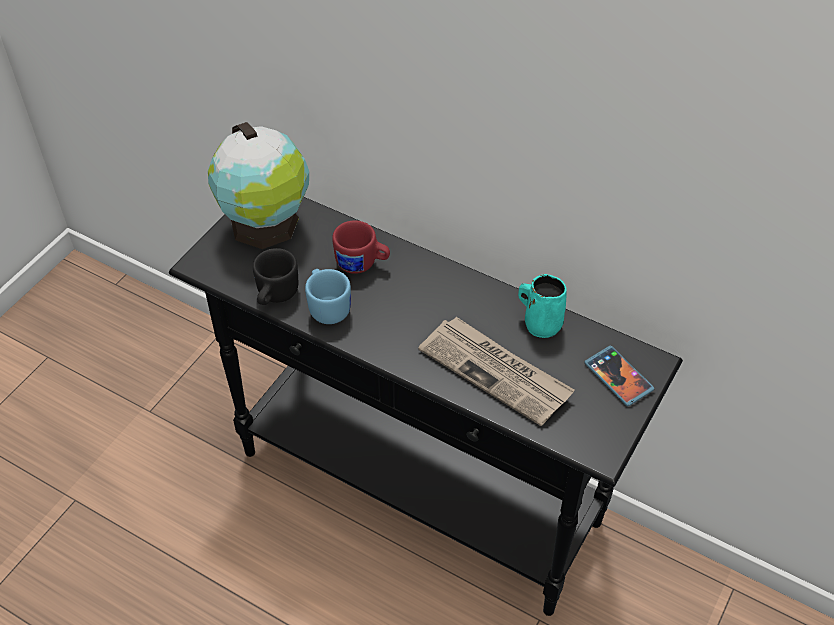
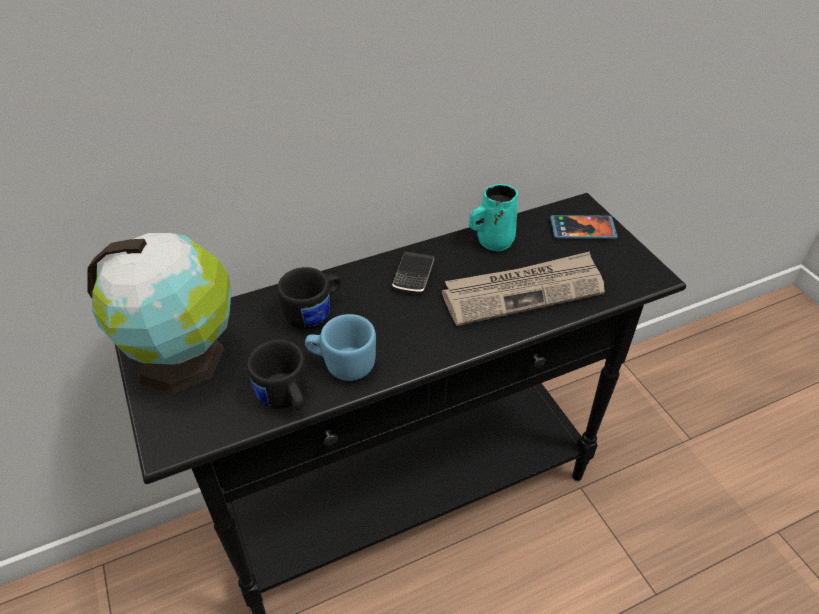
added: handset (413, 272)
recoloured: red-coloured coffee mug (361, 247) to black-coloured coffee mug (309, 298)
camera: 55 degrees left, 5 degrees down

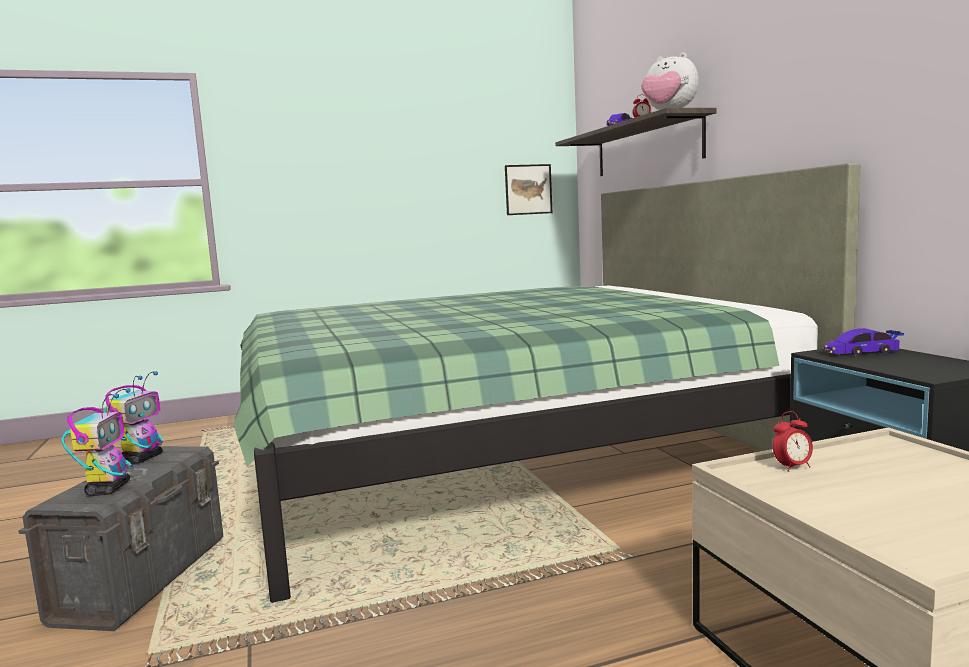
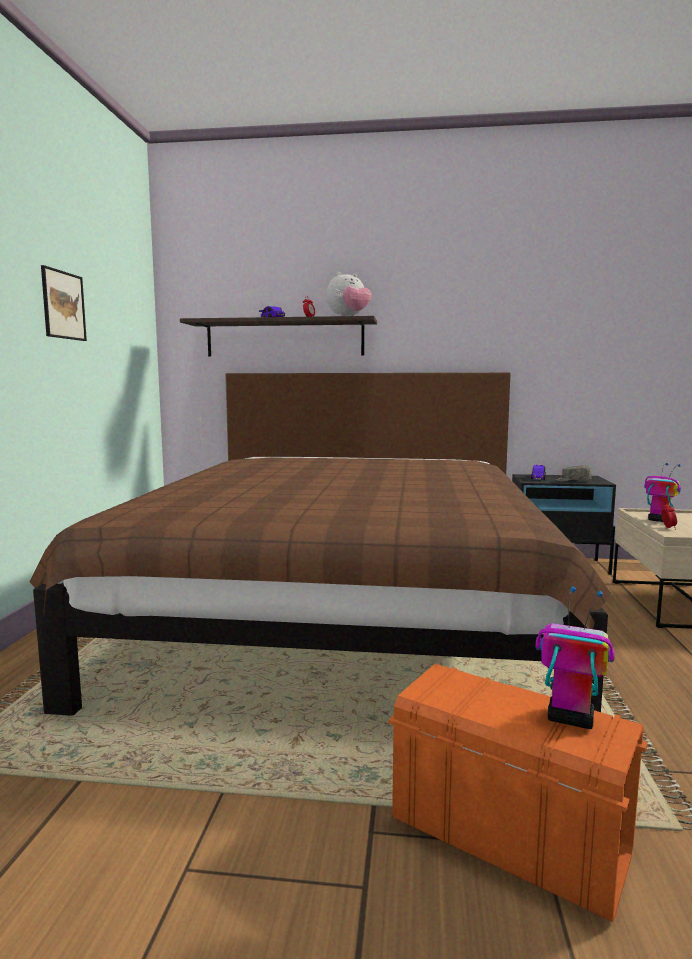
added: greyish baseball cap (573, 473)
moved: picture (528, 189) to (64, 303); robot figure (133, 417) to (662, 492)
recoloured: green-coloured bed (547, 383) to brownish bed (320, 544); greyish storage box (121, 538) to orangey storage box (518, 793)
camera: 65 degrees left, 0 degrees up

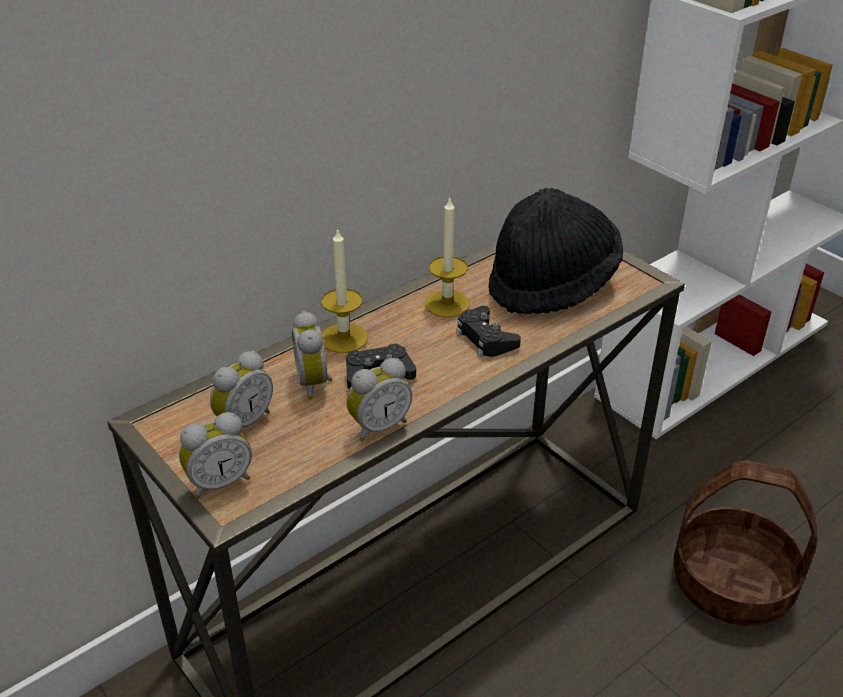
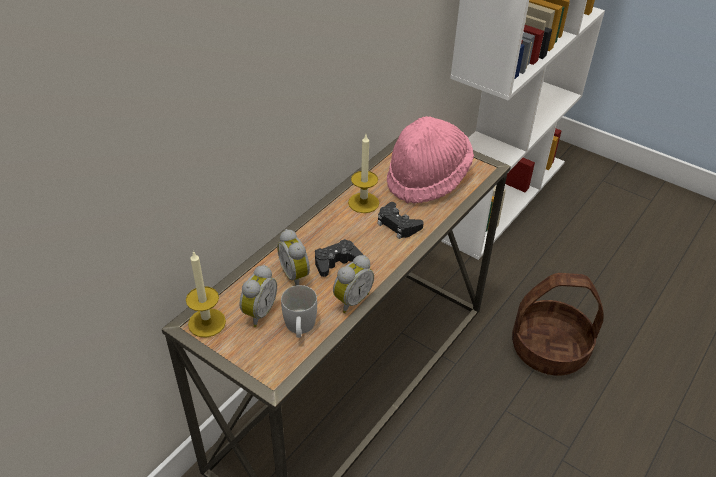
removed: alarm clock (215, 455)
added: whitish coffee mug (299, 311)
moved: wax candle (344, 290) to (206, 294)
recoloured: black-coloured hat (556, 251) to pink hat (430, 160)
camera: 15 degrees left, 5 degrees up

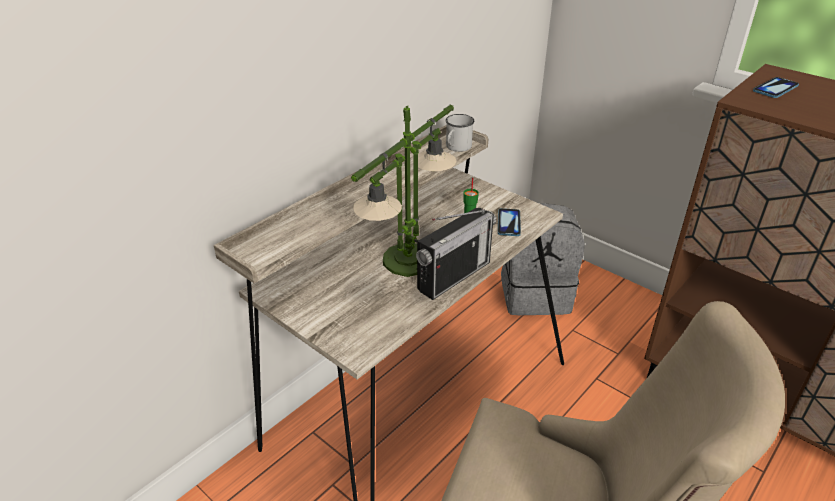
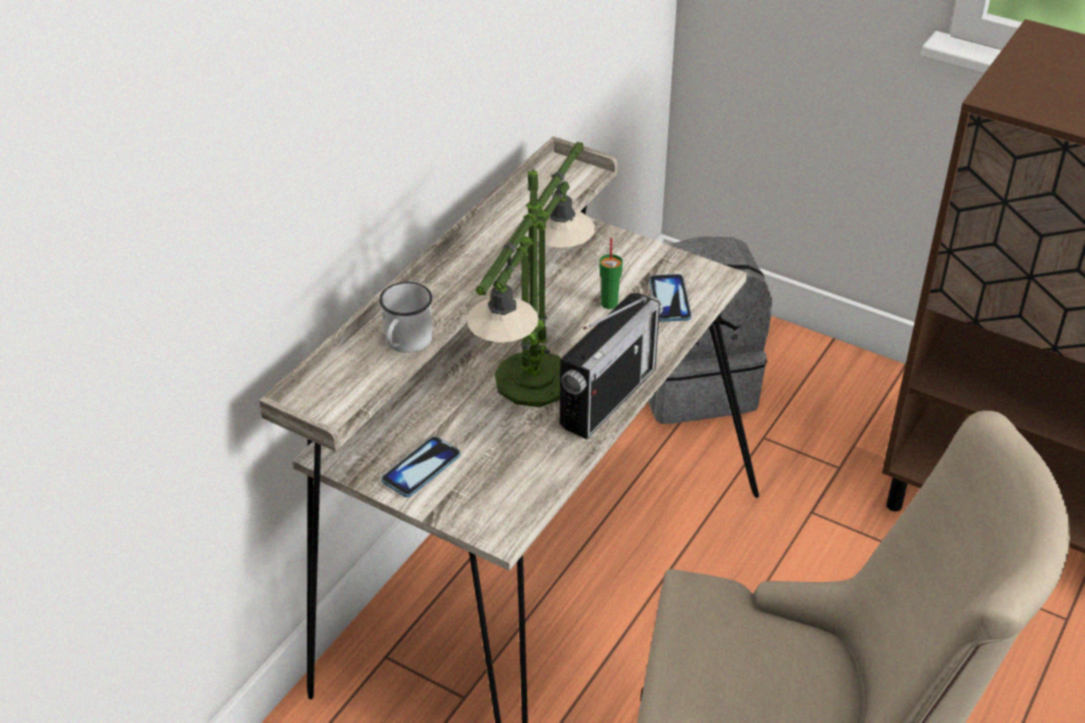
moved: whitish coffee mug (460, 133) to (406, 317); handset (776, 87) to (421, 466)
camera: 10 degrees left, 5 degrees up

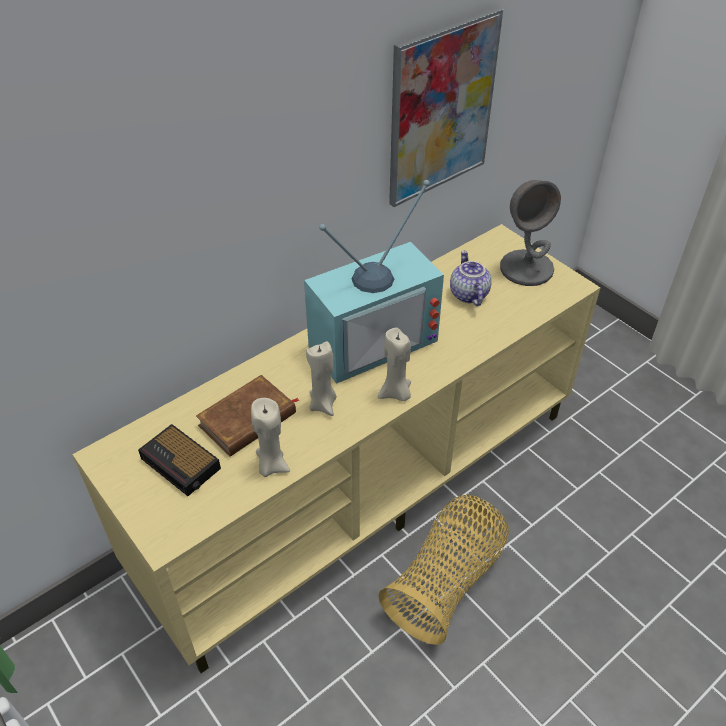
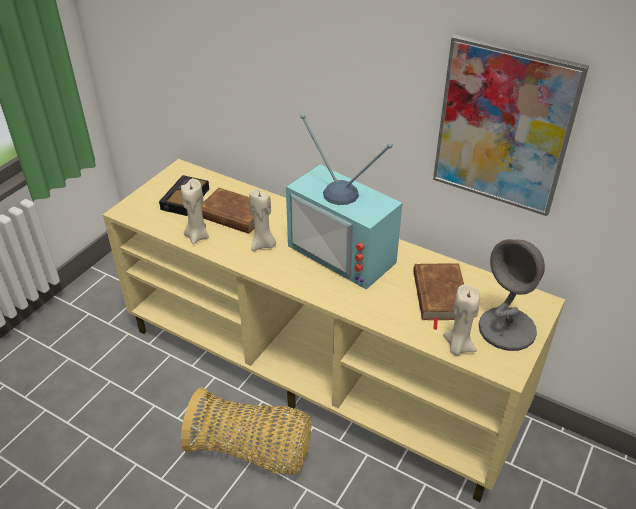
moved: beige-coloured wax candle (394, 364) to (461, 320)
replaced: tea pot (471, 278) to brownish bound book (438, 296)
camera: 70 degrees right, 5 degrees down

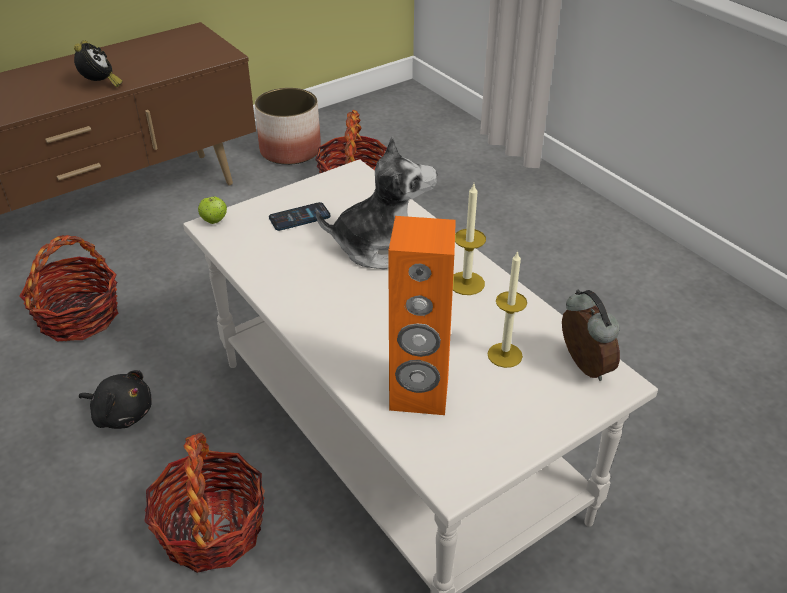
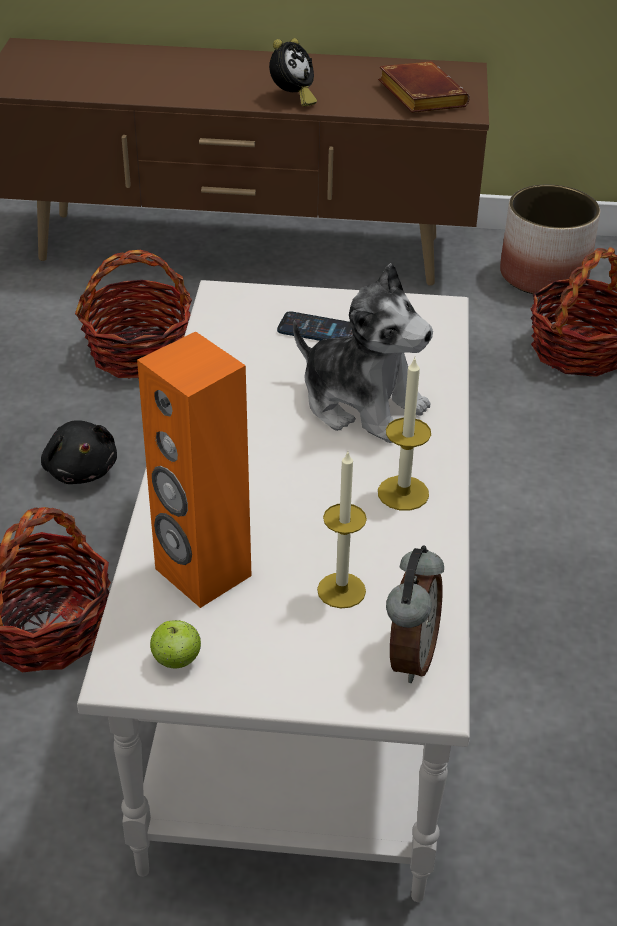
added: brownish bound book (424, 87)
moved: whole apple (212, 210) to (175, 644)
camera: 40 degrees right, 0 degrees up

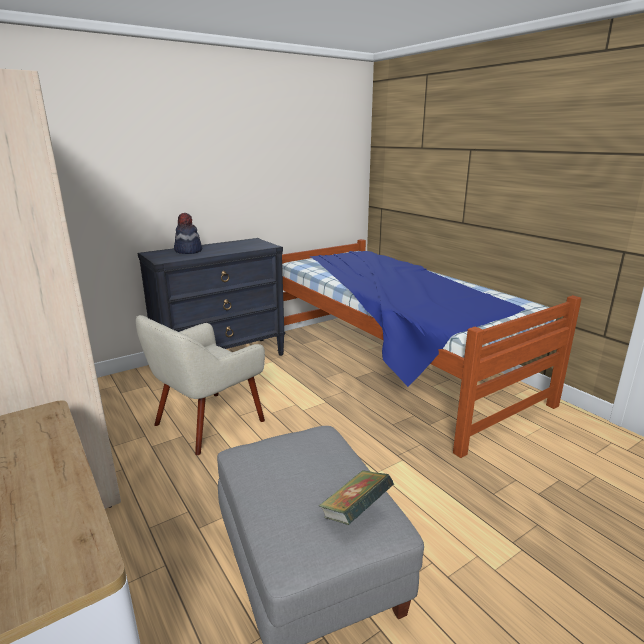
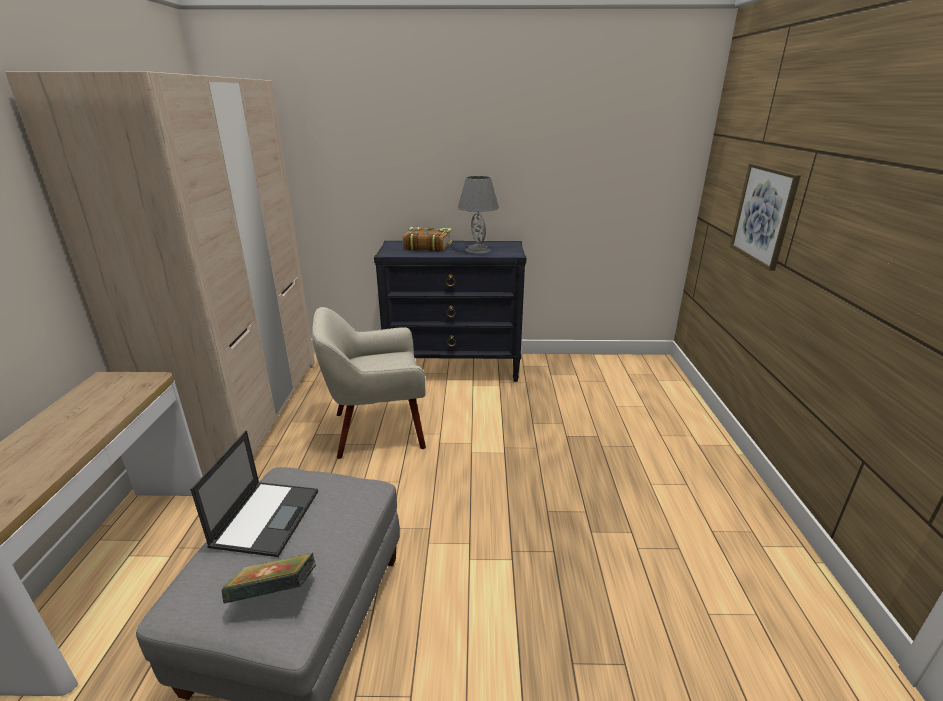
removed: bed (432, 348)
added: notebook computer (254, 493); greyish table lamp (478, 215); picture (765, 217)
replaced: hat (188, 233) to bound book (427, 239)
camera: 35 degrees right, 5 degrees up

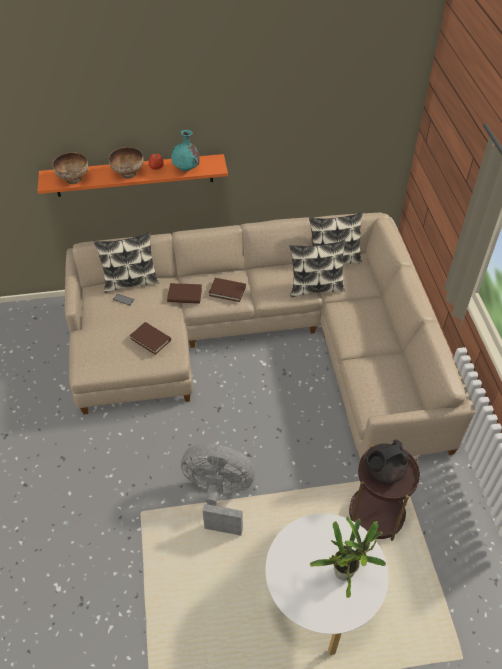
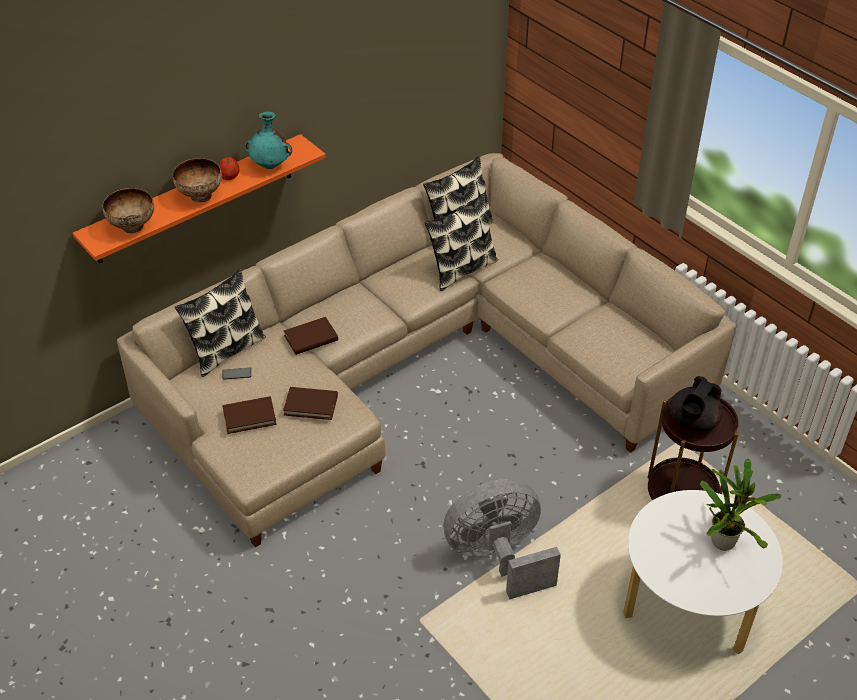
moved: brownish bound book (227, 290) to (249, 415)
camera: 30 degrees left, 5 degrees down

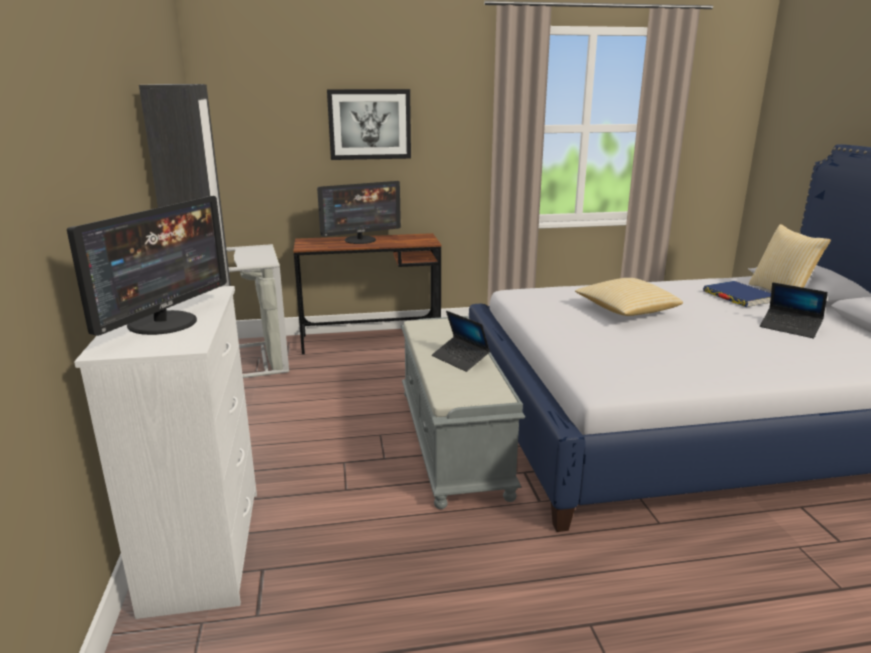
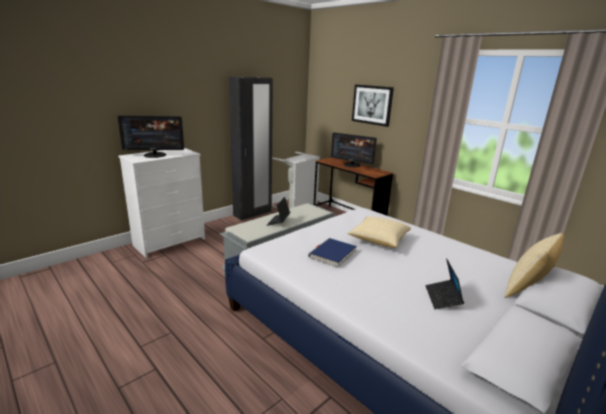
moved: blue-coloured bound book (737, 294) to (332, 253)
camera: 55 degrees right, 0 degrees up

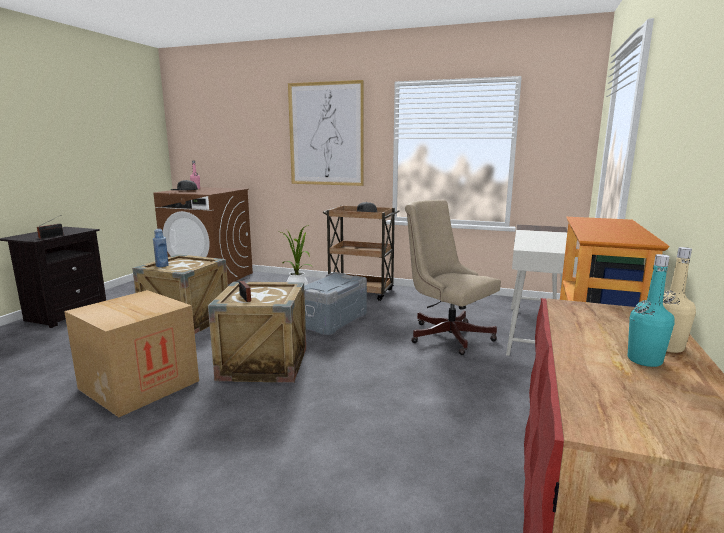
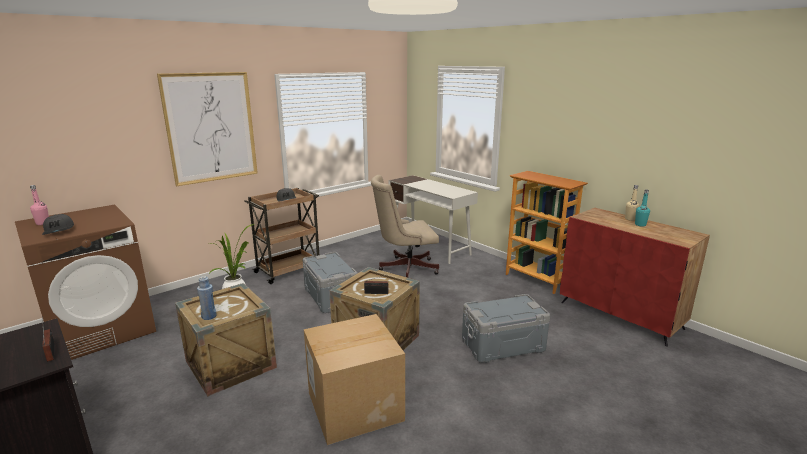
added: greyish storage box (506, 328)
camera: 60 degrees left, 5 degrees up

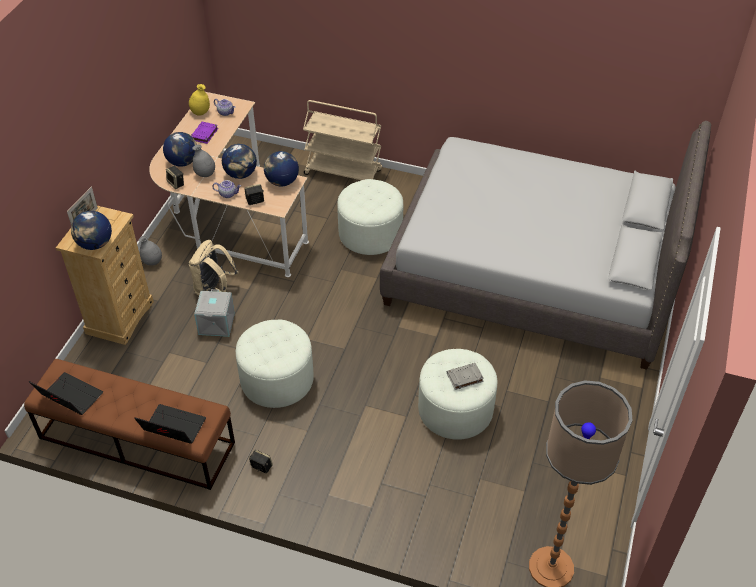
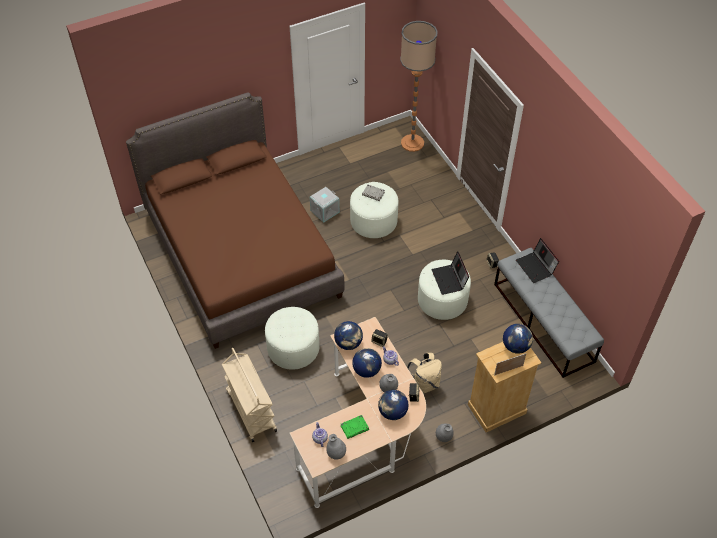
moved: greyish storage box (214, 313) to (325, 205); notebook computer (66, 393) to (450, 273)
recoloured: greyish bed (545, 245) to brownish bed (235, 220); yellowish flower vase (199, 99) to greyish flower vase (336, 447); purple-coloured bound book (204, 132) to green-coloured bound book (355, 427); brownish bench (129, 424) to greyish bench (549, 313)
camera: 135 degrees left, 5 degrees up

